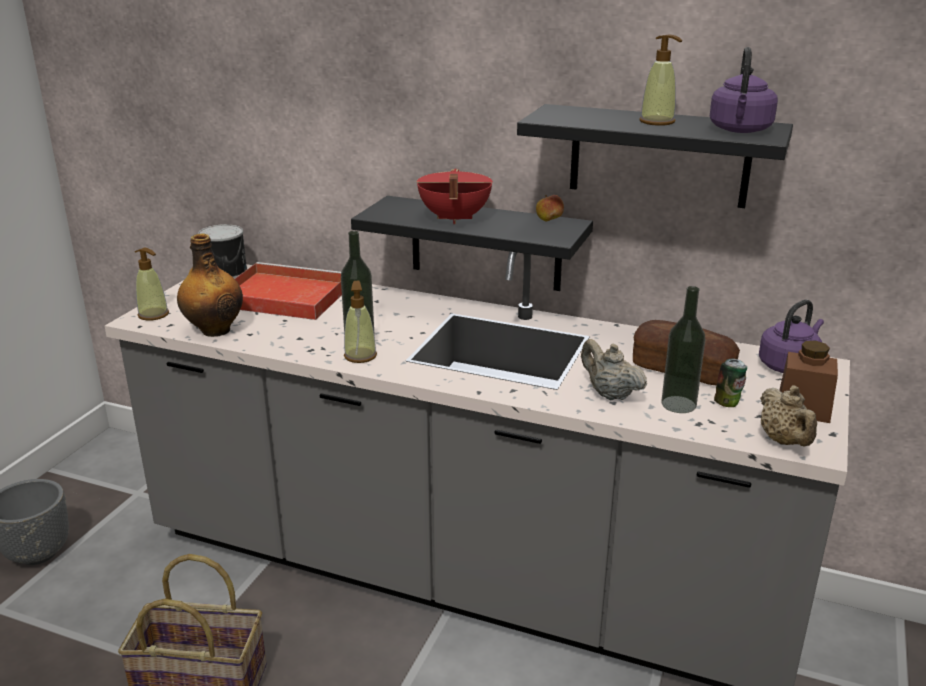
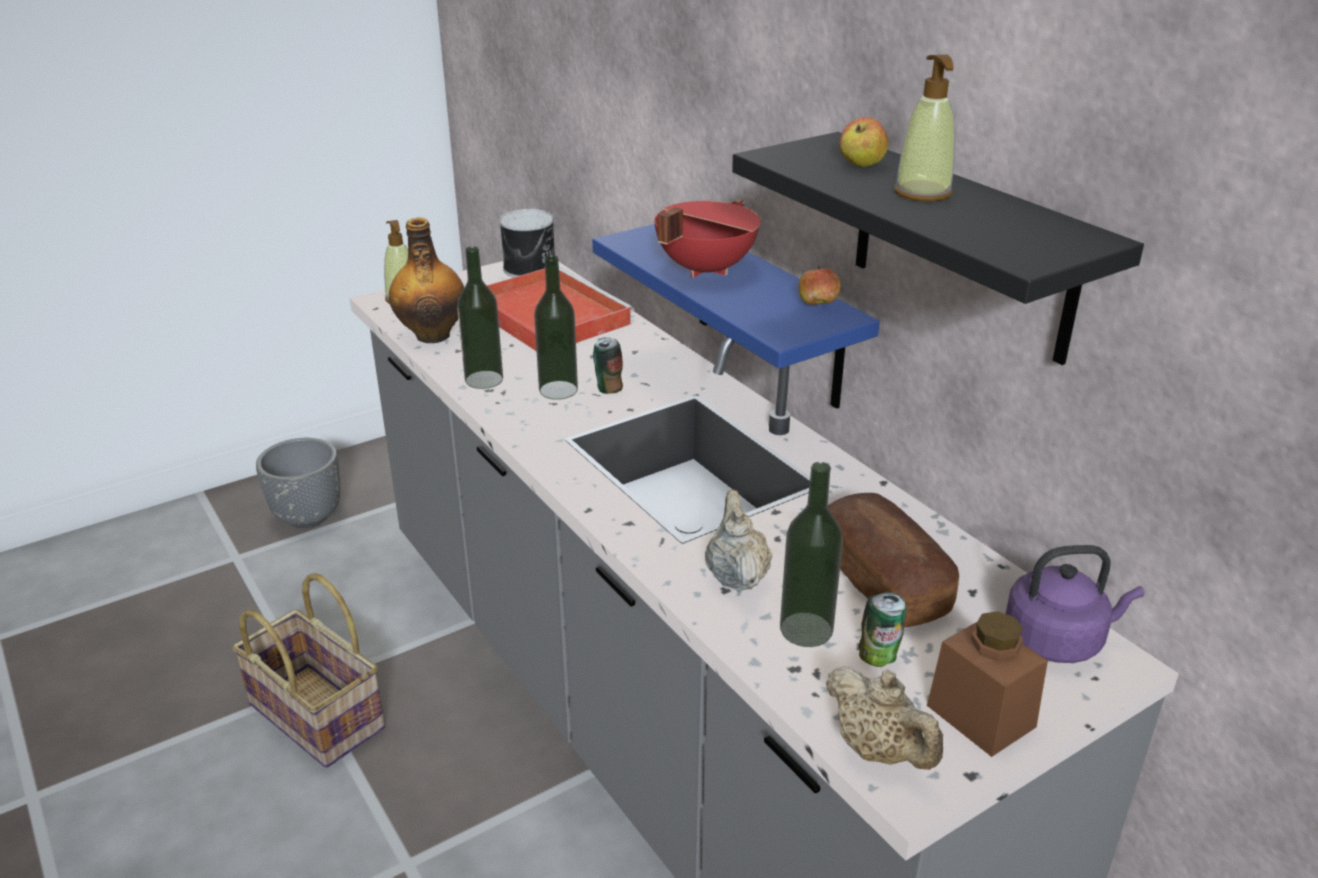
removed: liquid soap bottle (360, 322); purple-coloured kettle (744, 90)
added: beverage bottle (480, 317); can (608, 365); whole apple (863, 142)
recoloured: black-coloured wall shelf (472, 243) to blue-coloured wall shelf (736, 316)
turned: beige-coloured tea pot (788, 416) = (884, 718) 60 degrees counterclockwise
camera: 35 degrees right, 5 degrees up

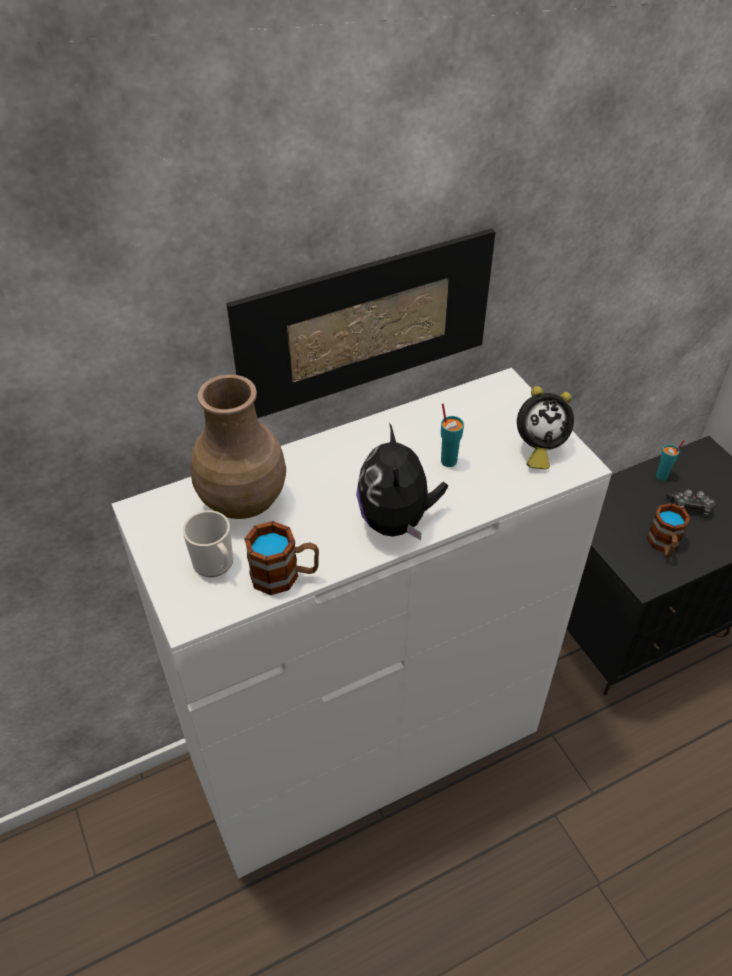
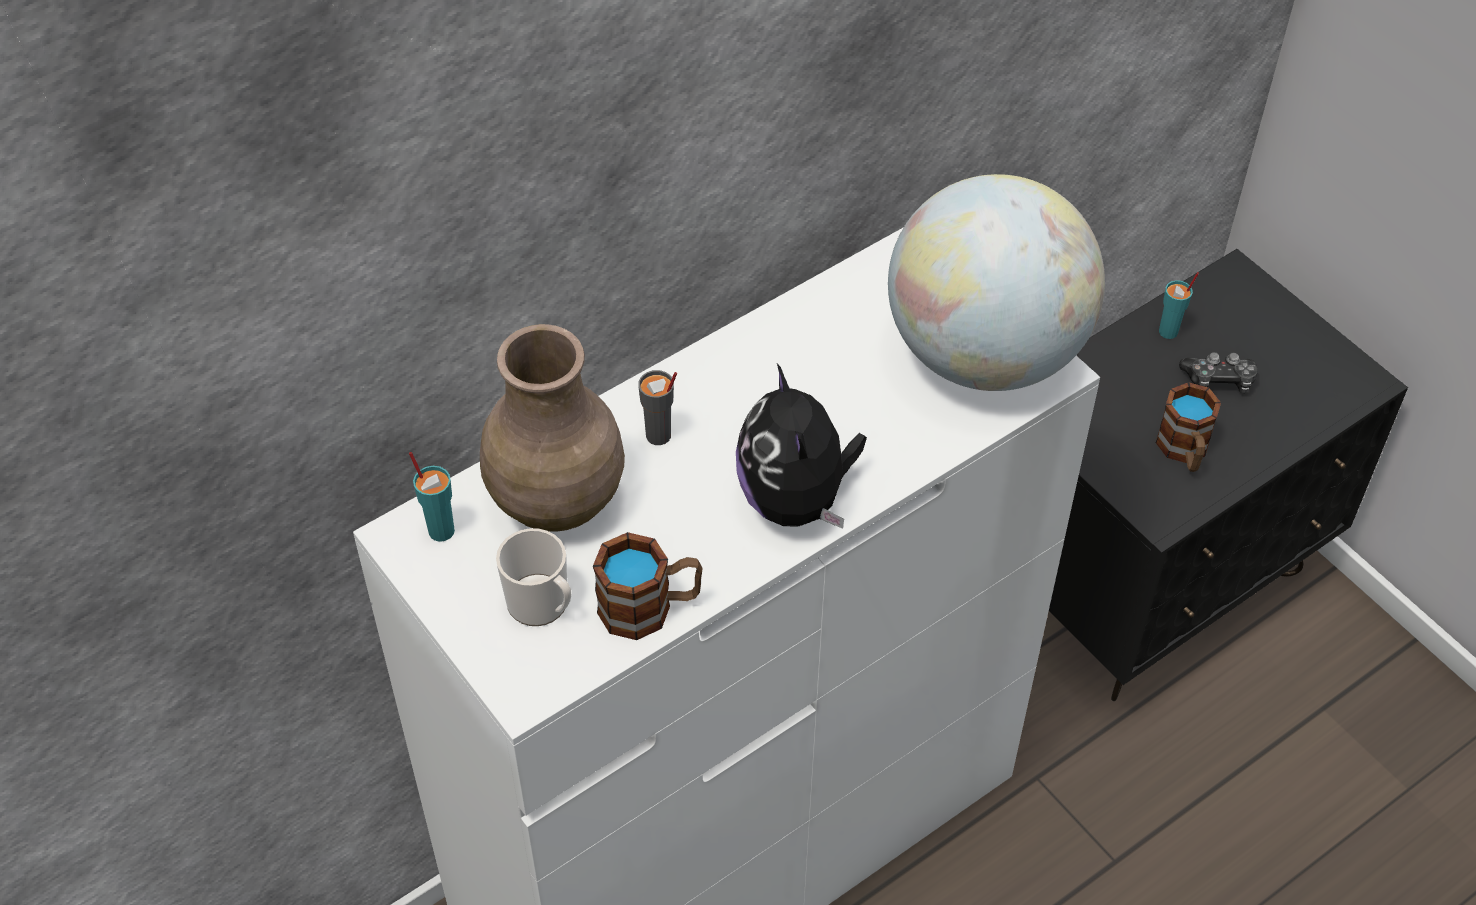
removed: picture (361, 323)
added: greyish drinking cup (657, 407)
moved: blue-green drinking cup (452, 435) to (432, 497)
replaced: alarm clock (545, 428) to desk globe (996, 282)
camera: 10 degrees left, 5 degrees up

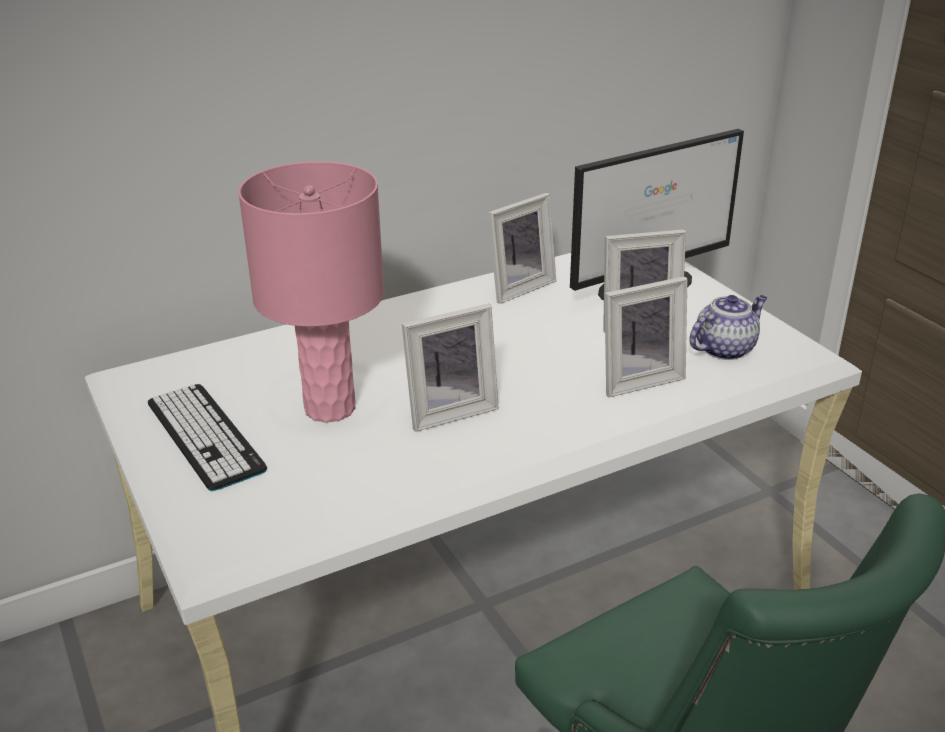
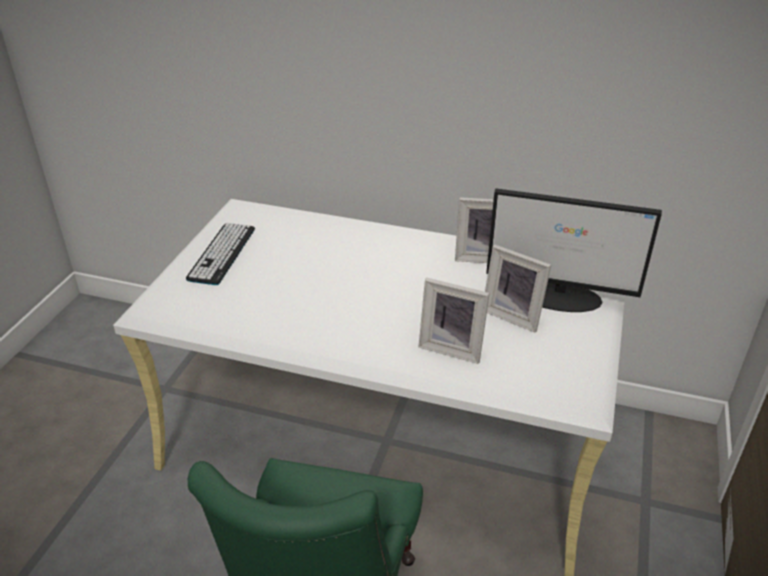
removed: pink table lamp (311, 292); standing frame (450, 367); tea pot (728, 327)
camera: 45 degrees right, 5 degrees up

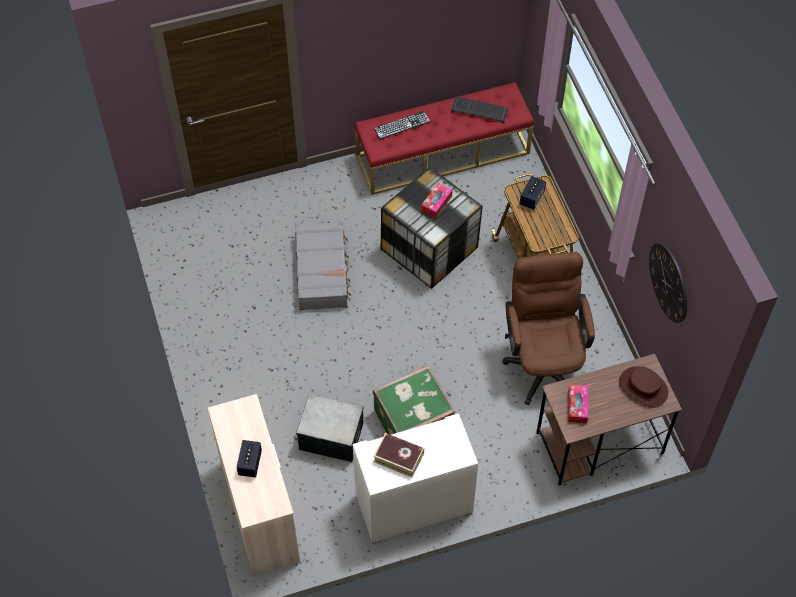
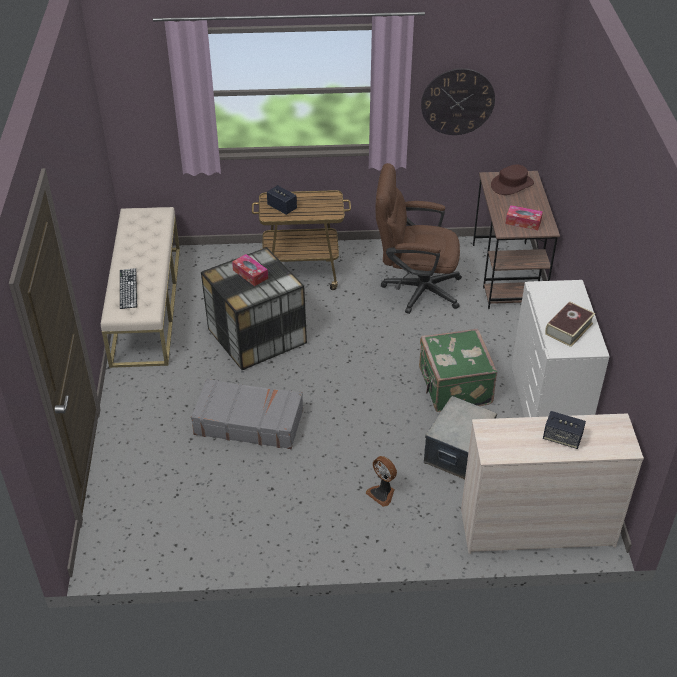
removed: keyboard (479, 109)
added: fan (381, 481)
recoloured: red-coloured bench (444, 138) to beige-coloured bench (140, 287)
camera: 75 degrees left, 15 degrees down

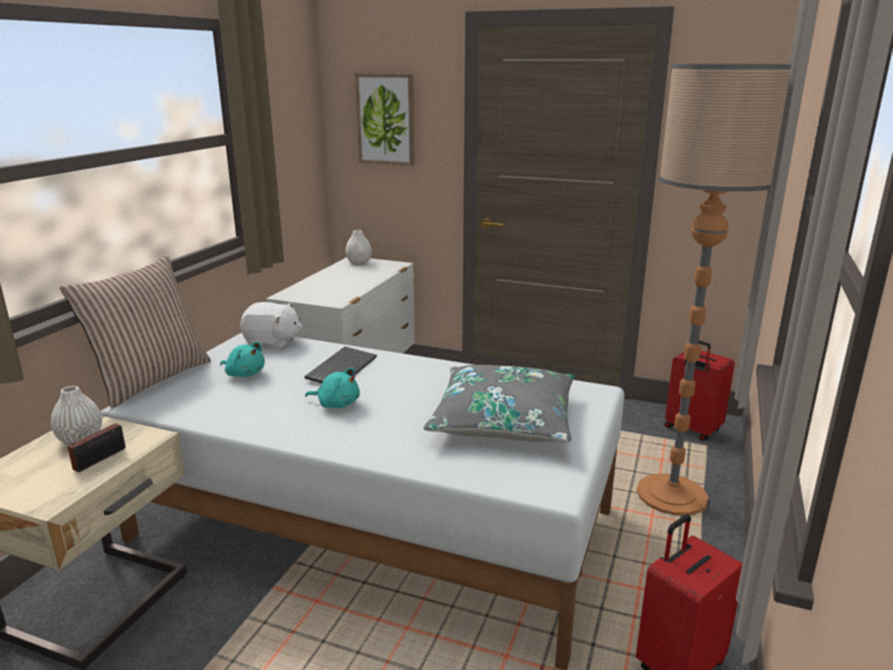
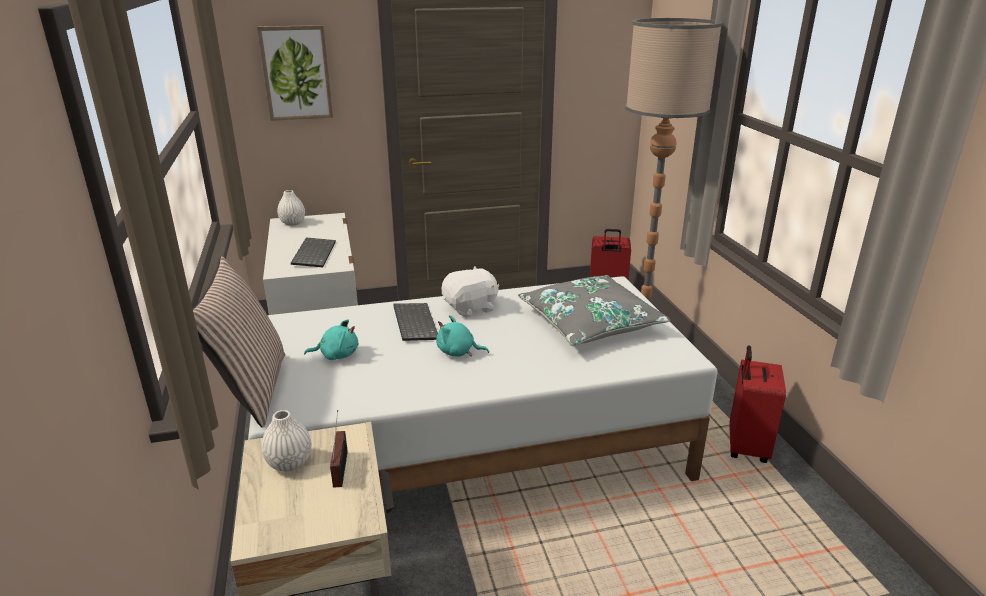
added: keyboard (313, 252)
moved: whitish soft toy (271, 325) to (470, 292)
turned: blue-green soft toy (332, 387) = (462, 336) 150 degrees counterclockwise
camera: 35 degrees left, 5 degrees up

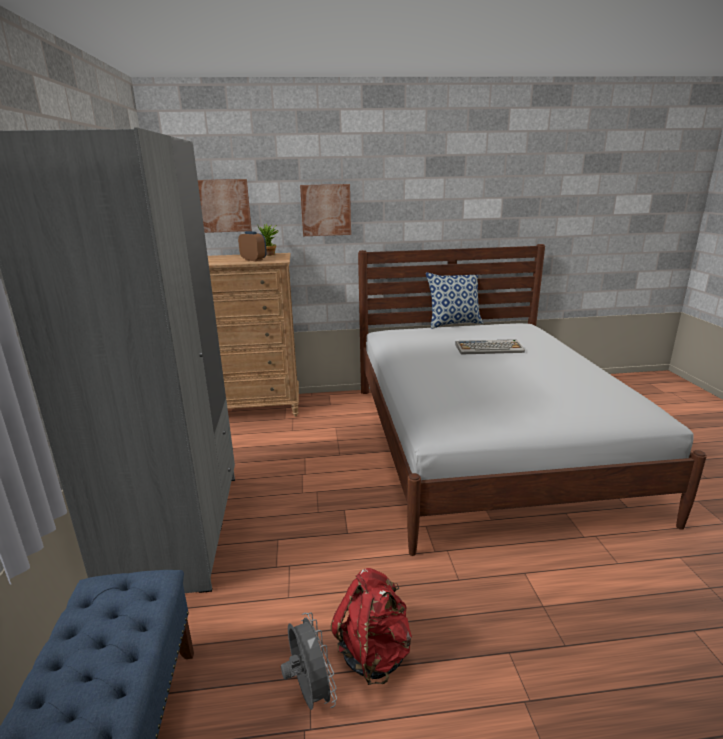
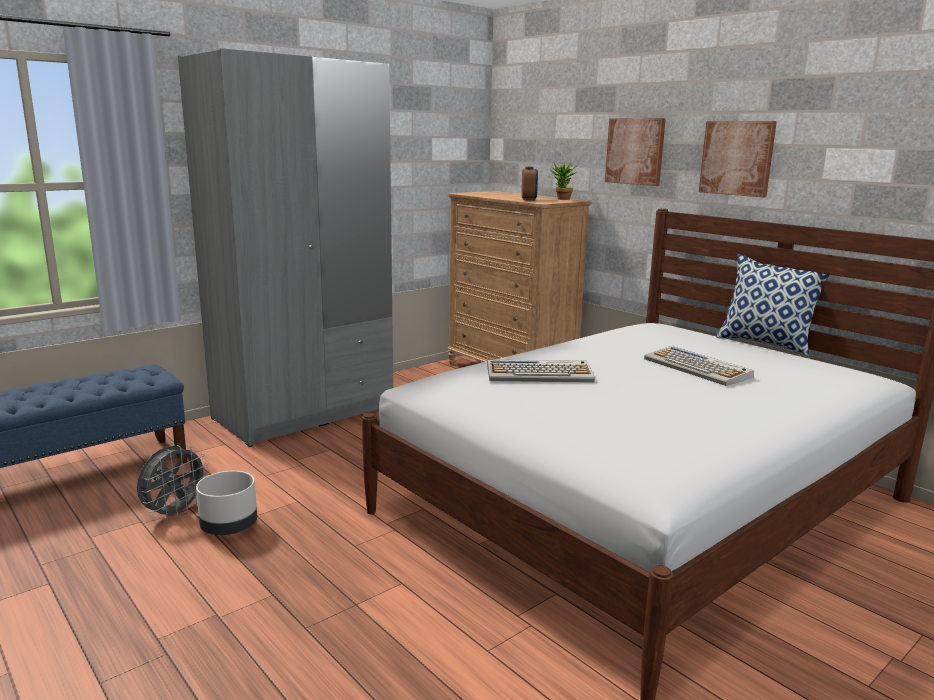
added: keyboard (541, 371)
moved: picture (225, 206) to (738, 159)
replaced: red-coloured knapsack (371, 626) to greyish planter (226, 503)
camera: 55 degrees right, 5 degrees down

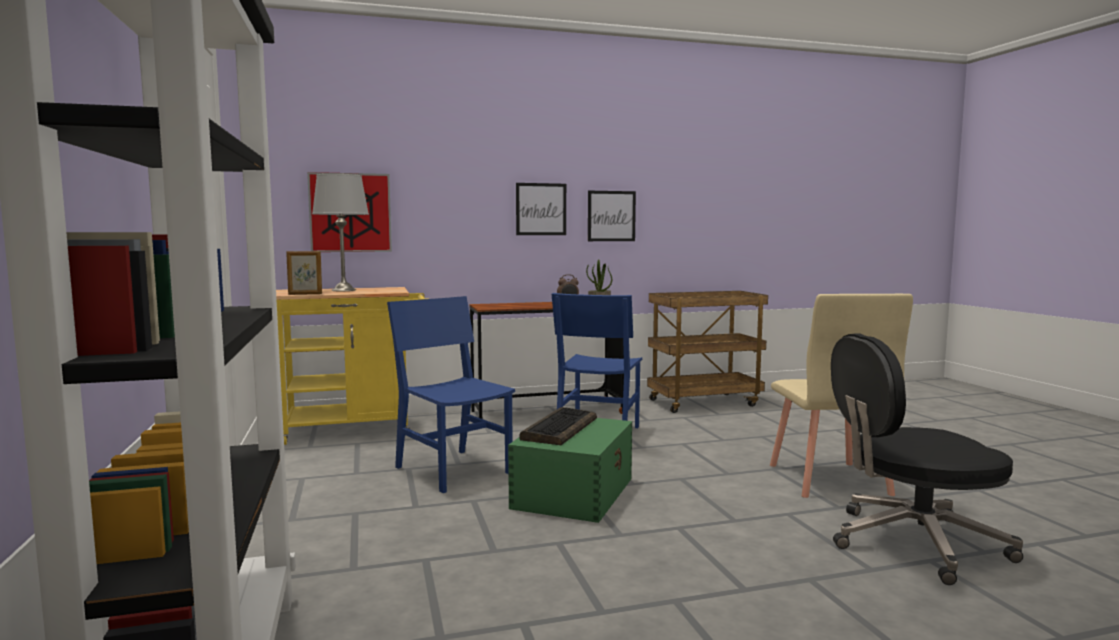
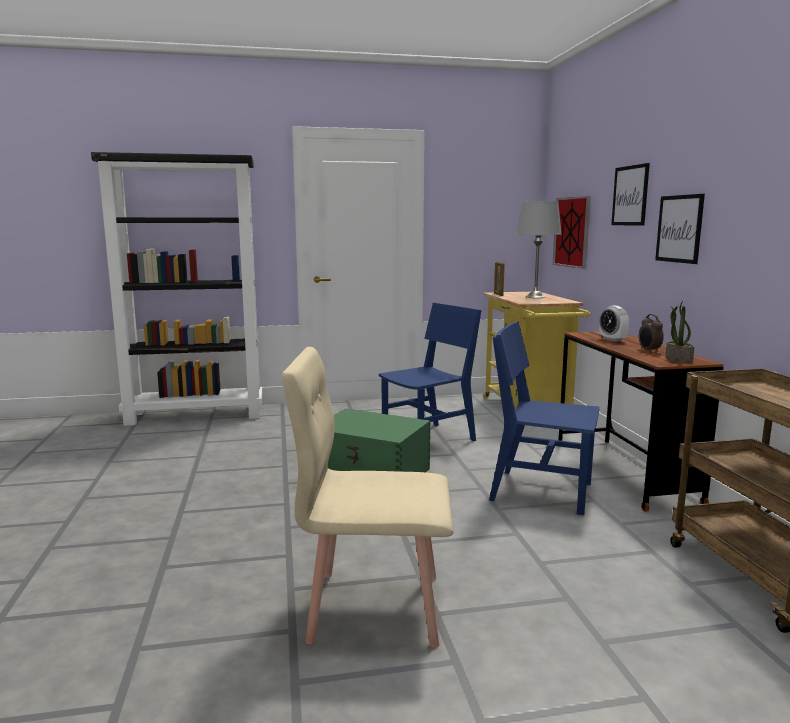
removed: keyboard (558, 426); black-coloured desk chair (927, 459)
added: alarm clock (614, 324)
moved: picture (612, 216) to (630, 194)
camera: 95 degrees right, 5 degrees up

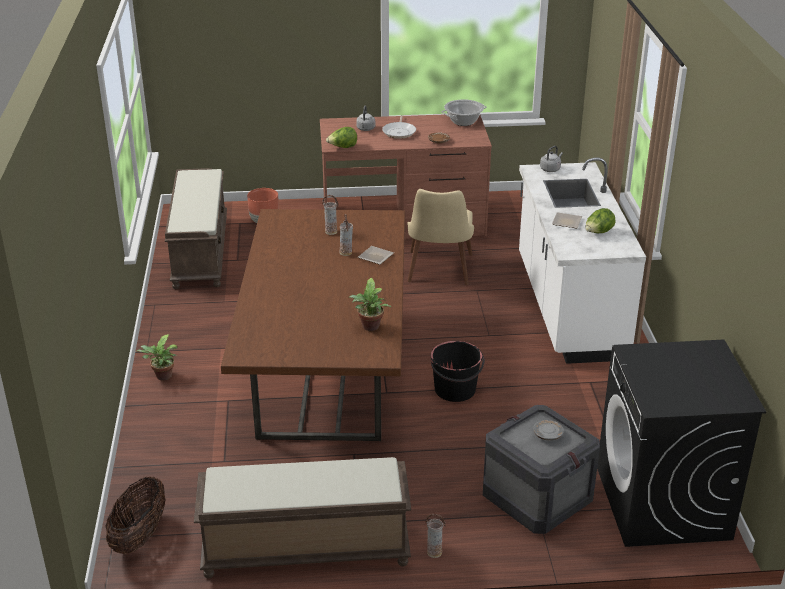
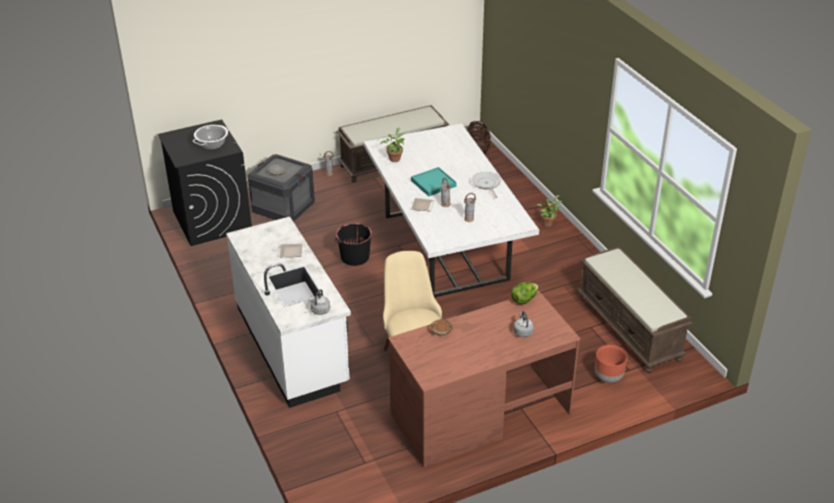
removed: lettuce head (600, 220)
added: blue-green tray (434, 182)
moved: saucepot (464, 112) to (211, 137); skillet (399, 127) to (486, 185)
recoloured: brownish dinner table (313, 325) to whitish dinner table (451, 210)
camera: 160 degrees right, 5 degrees up

